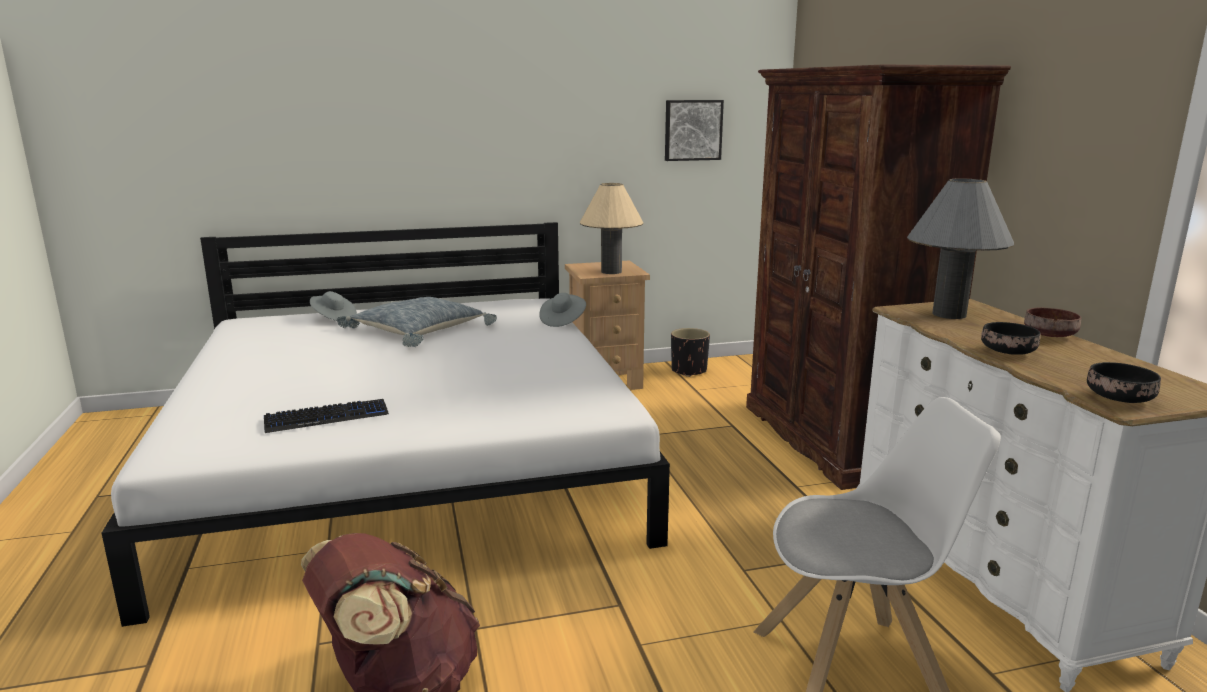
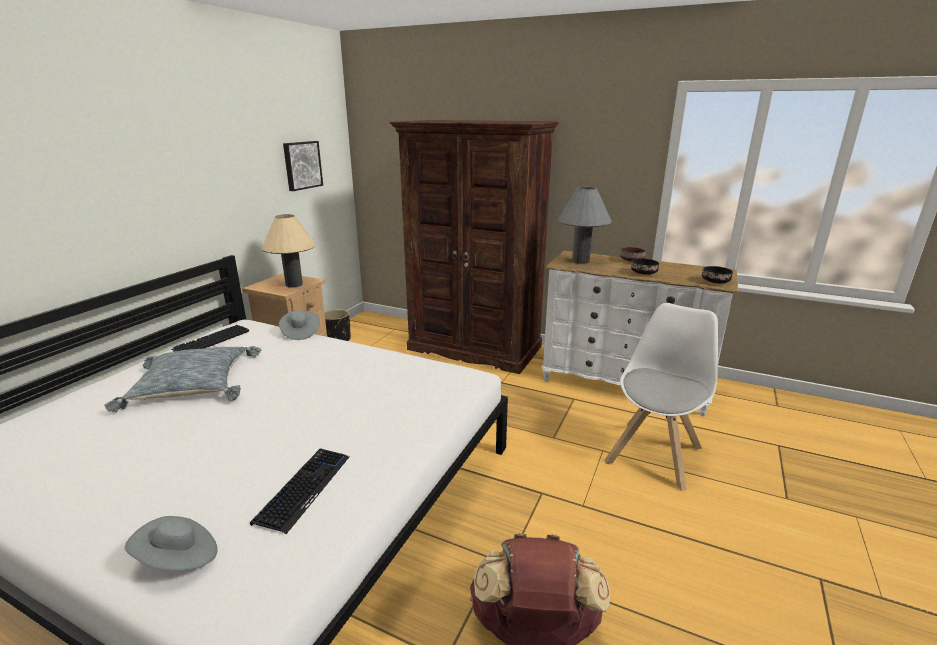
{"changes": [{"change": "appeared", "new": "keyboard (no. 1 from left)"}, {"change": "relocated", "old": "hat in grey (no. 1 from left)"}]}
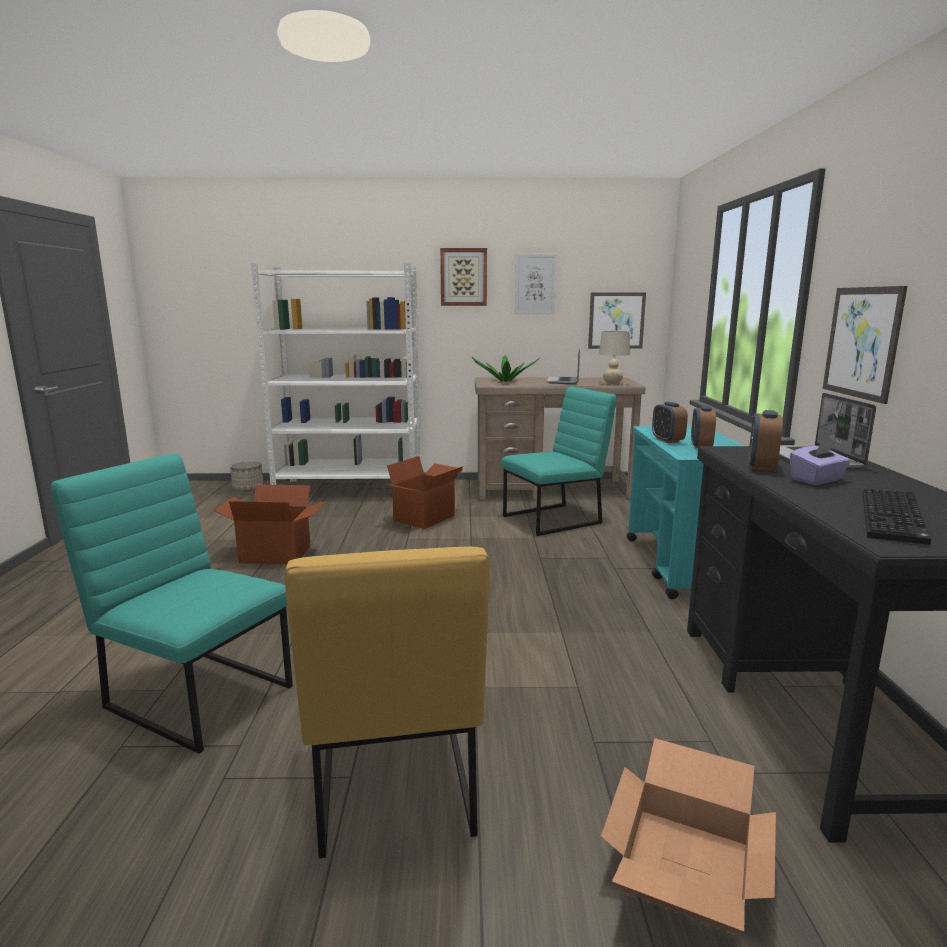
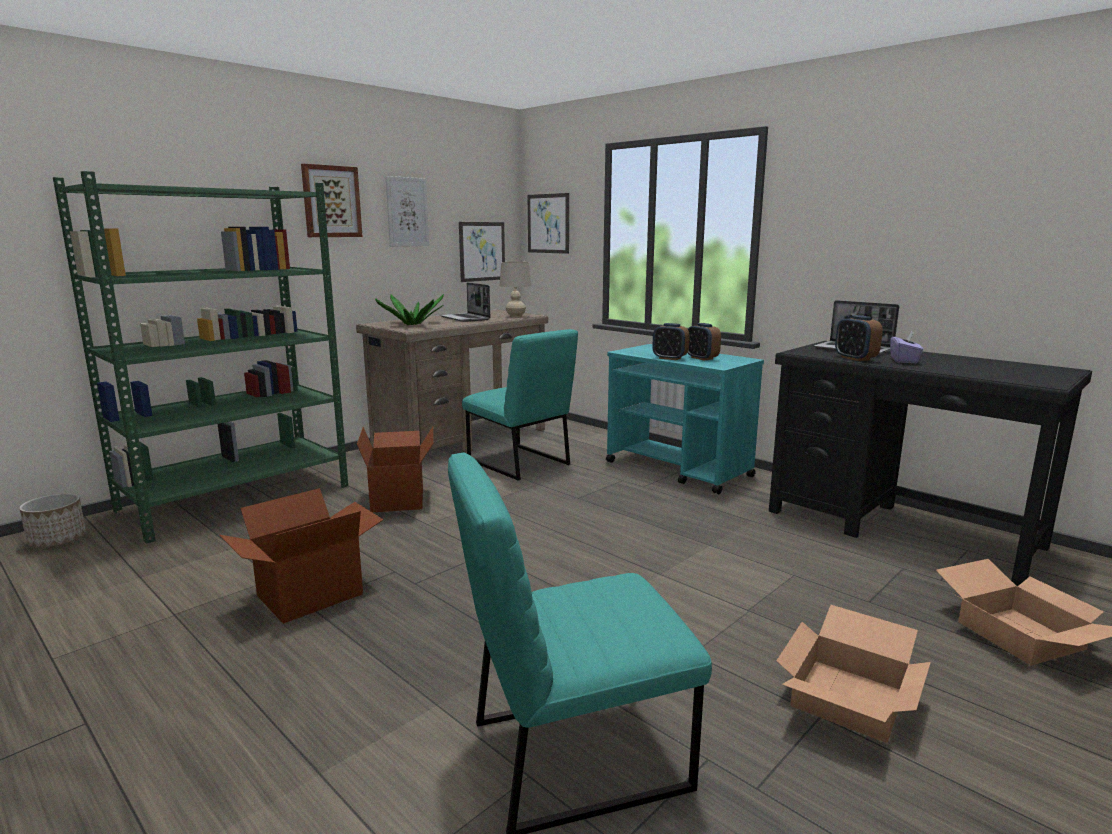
{"changes": [{"change": "missing", "old": "keyboard"}, {"change": "relocated", "old": "picture (no. 4 from left)"}, {"change": "exchanged", "old": "chair in yellow", "new": "cardboard box (no. 3 from left)"}, {"change": "colour", "old": "bookcase in white", "new": "bookcase in green"}, {"change": "spun", "old": "chair in turquoise (no. 2 from left in the first image)", "degrees": 120}]}
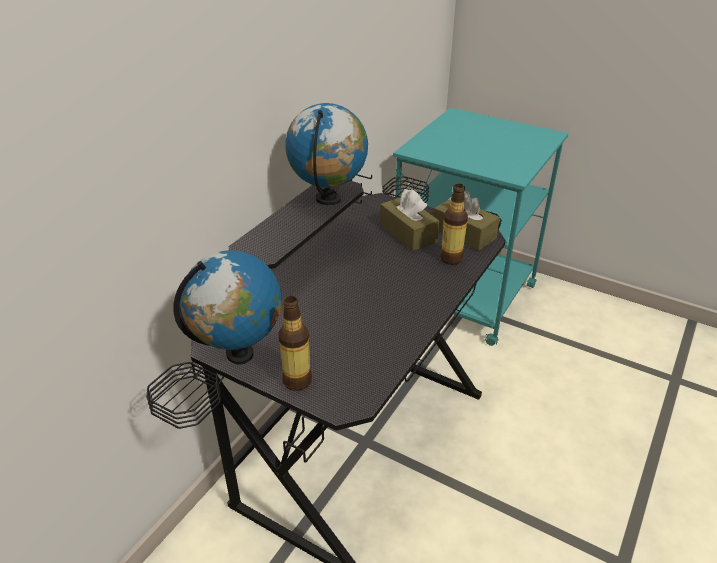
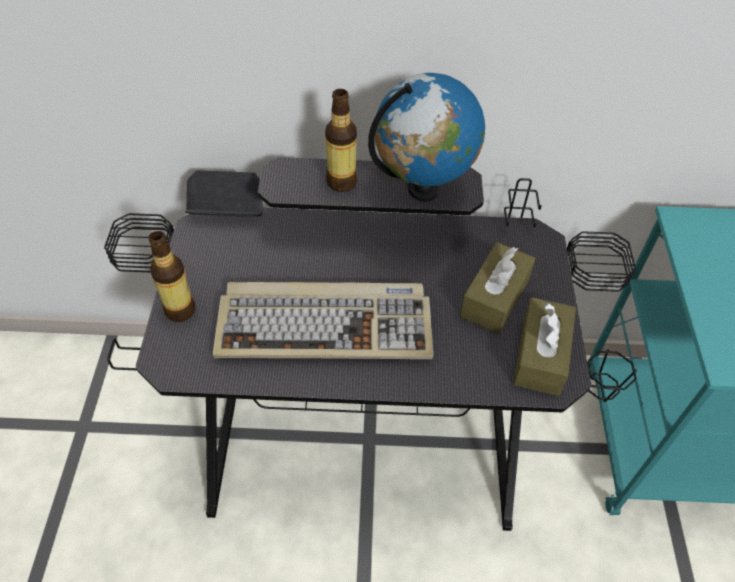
{"changes": [{"change": "missing", "old": "globe (no. 1 from left)"}, {"change": "appeared", "new": "keyboard"}, {"change": "relocated", "old": "bottle (no. 2 from left)"}]}
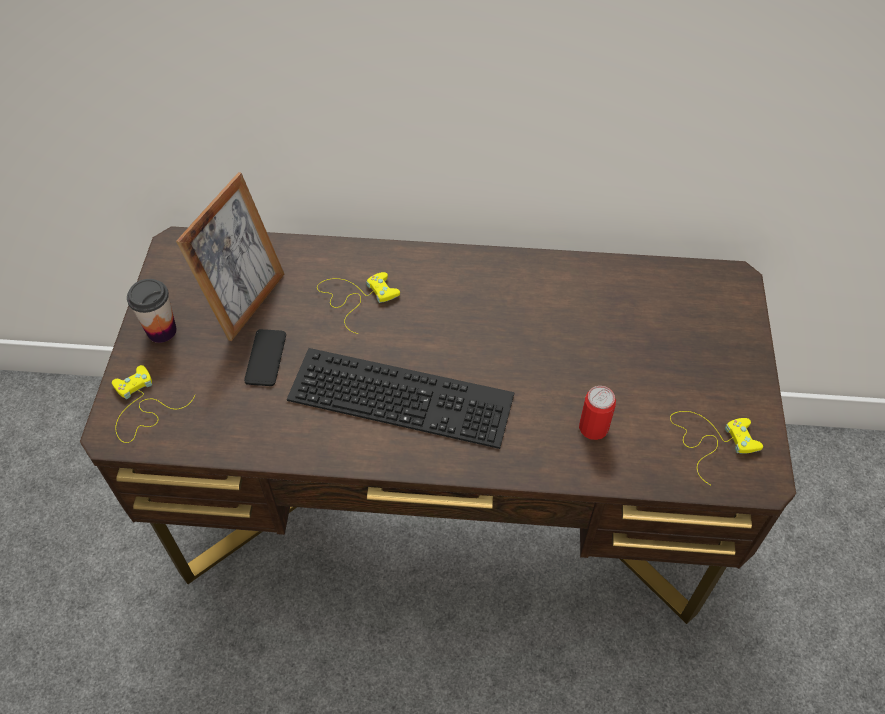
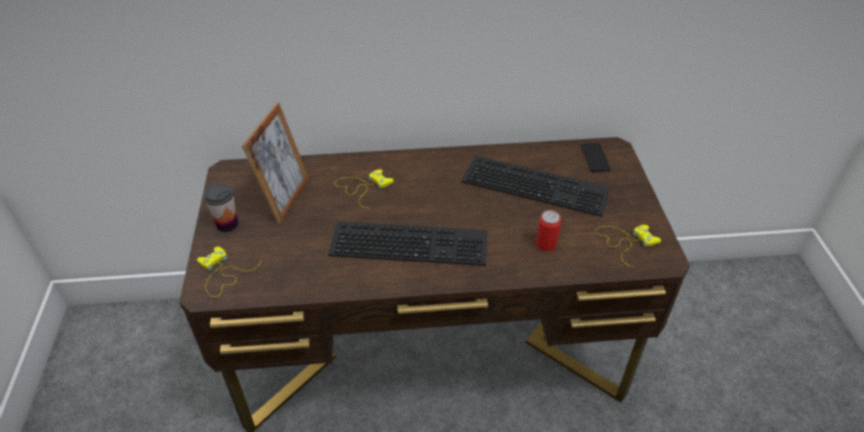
{"changes": [{"change": "appeared", "new": "keyboard (no. 2 from left)"}, {"change": "relocated", "old": "phone"}]}
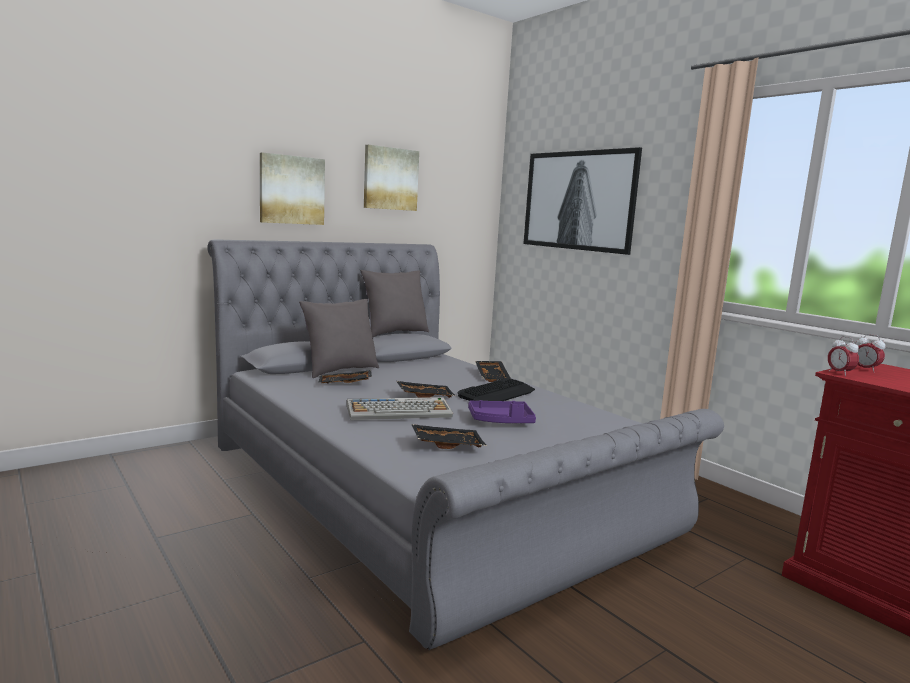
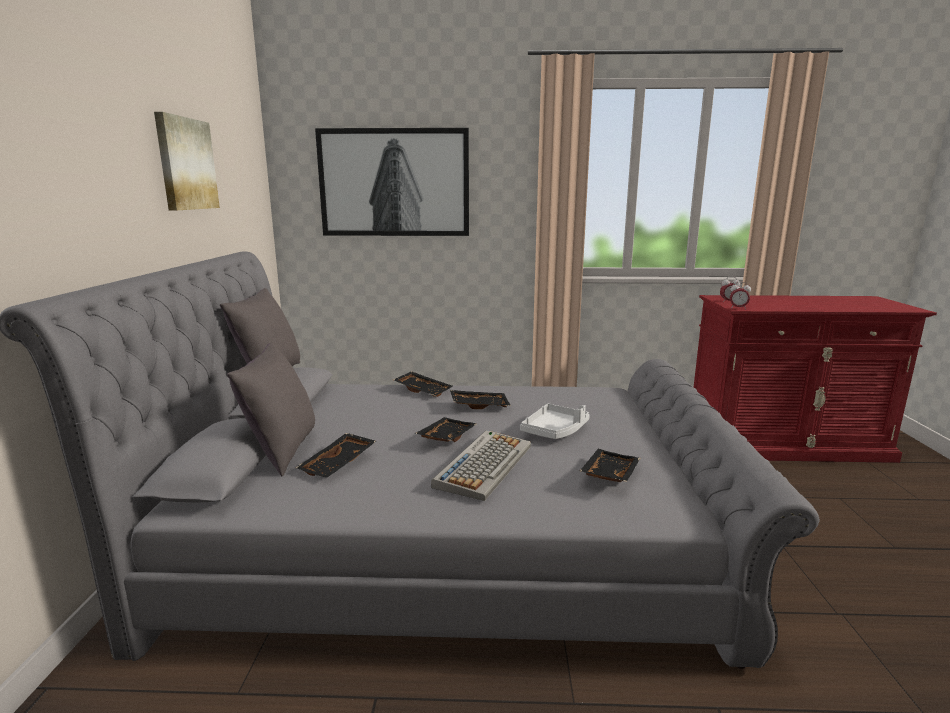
{"changes": [{"change": "missing", "old": "picture (no. 1 from left)"}, {"change": "exchanged", "old": "keyboard (no. 2 from left)", "new": "tray in black (no. 4 from left)"}, {"change": "colour", "old": "tray in purple", "new": "tray in white"}]}
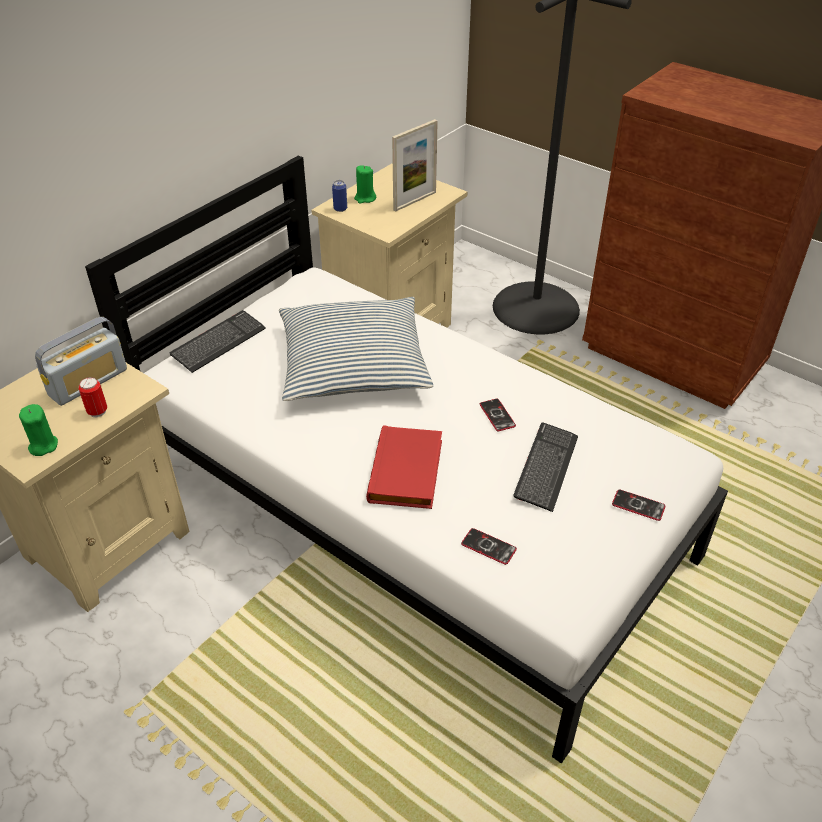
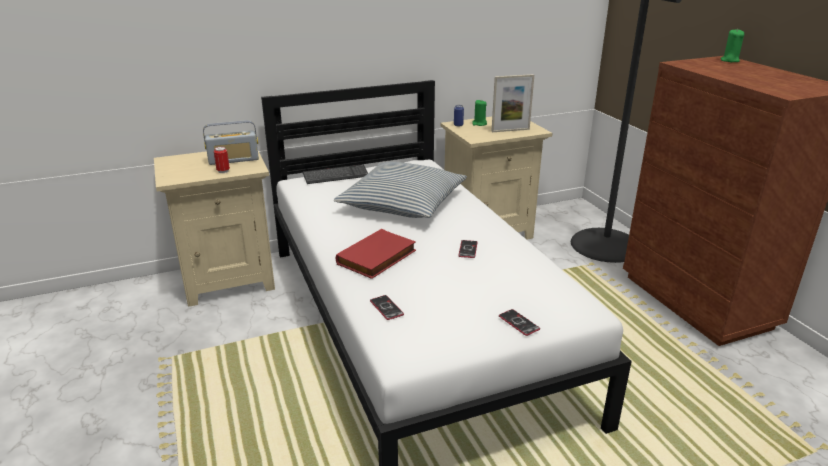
{"changes": [{"change": "missing", "old": "keyboard (no. 2 from left)"}, {"change": "relocated", "old": "candle in green (no. 1 from left in the first image)", "new": "candle in green (no. 2 from left)"}]}
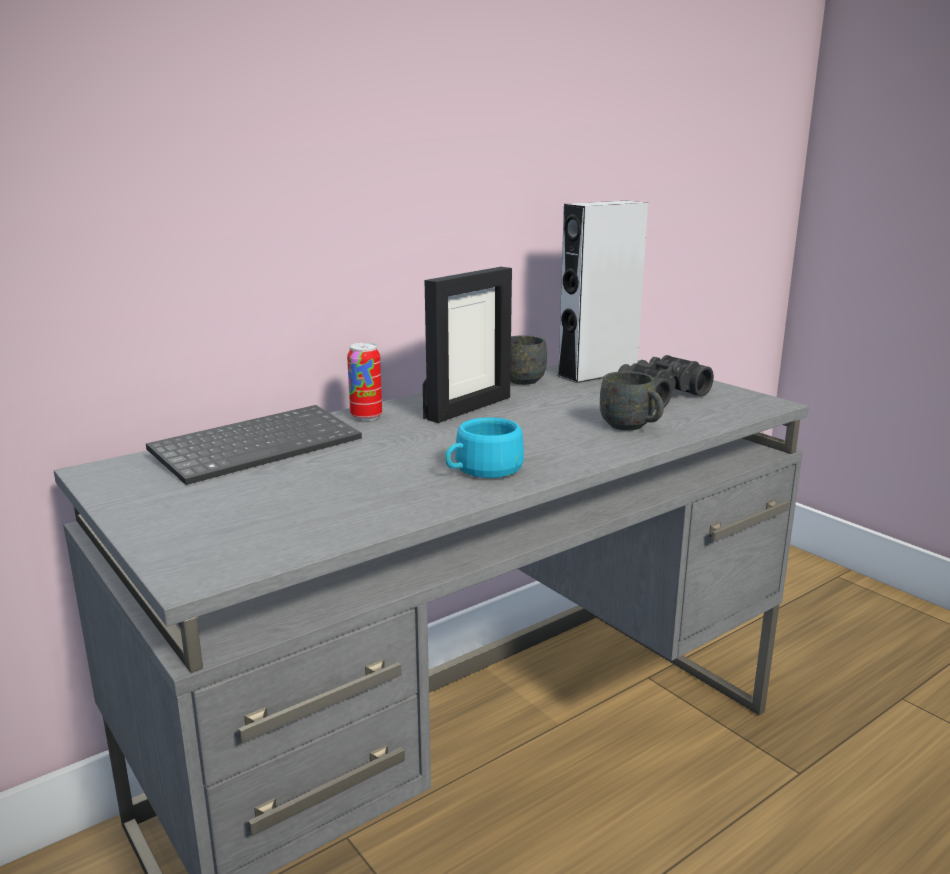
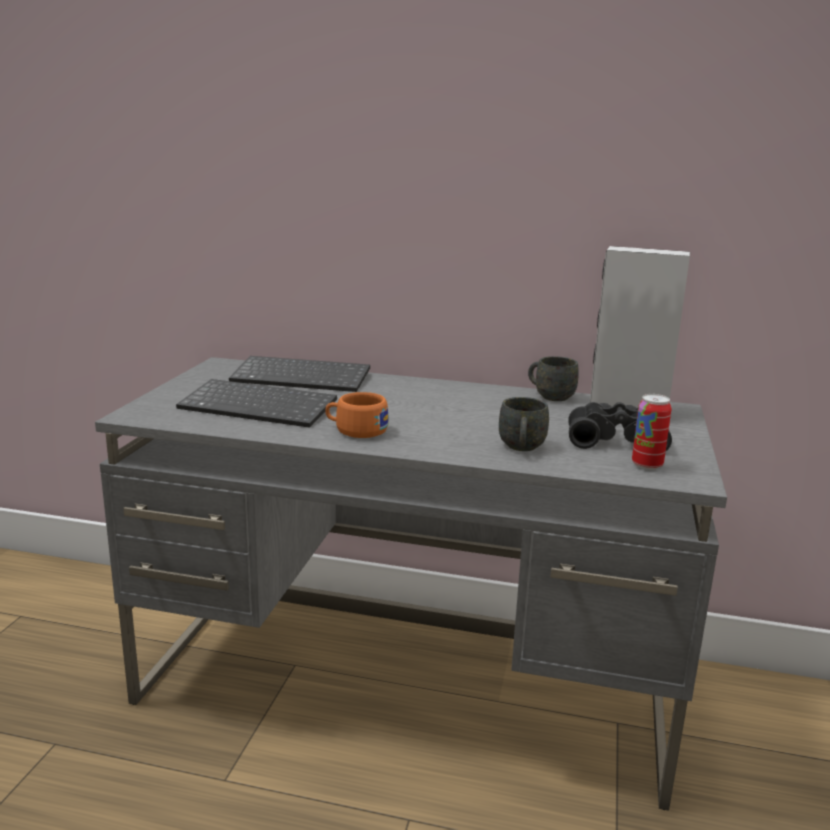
{"changes": [{"change": "missing", "old": "picture frame"}, {"change": "appeared", "new": "keyboard (no. 1 from left)"}, {"change": "relocated", "old": "can"}, {"change": "colour", "old": "cup in turquoise", "new": "cup in orange"}]}
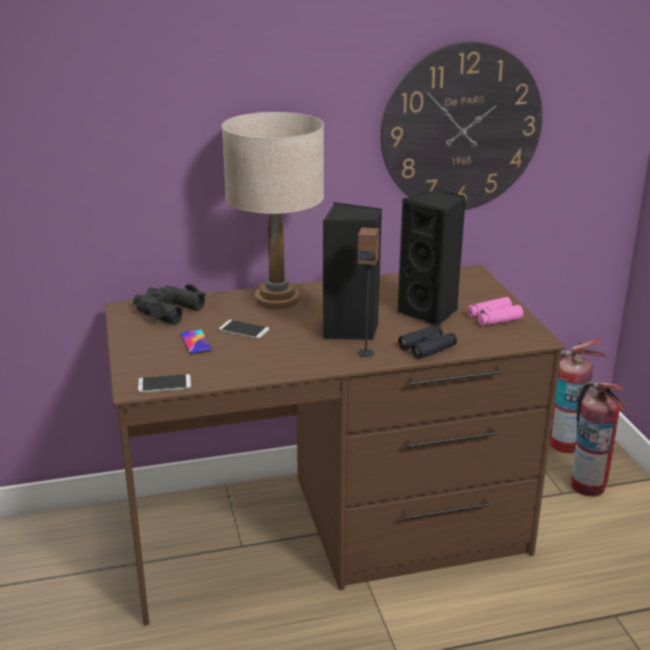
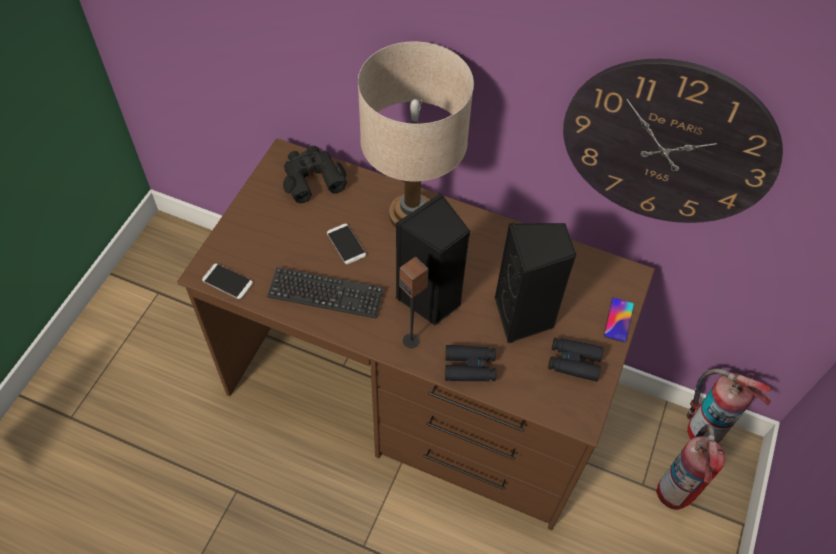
{"changes": [{"change": "appeared", "new": "keyboard"}, {"change": "relocated", "old": "phone (no. 2 from left in the first image)", "new": "phone (no. 3 from left)"}, {"change": "colour", "old": "binoculars in pink", "new": "binoculars in black (no. 3 from left)"}]}
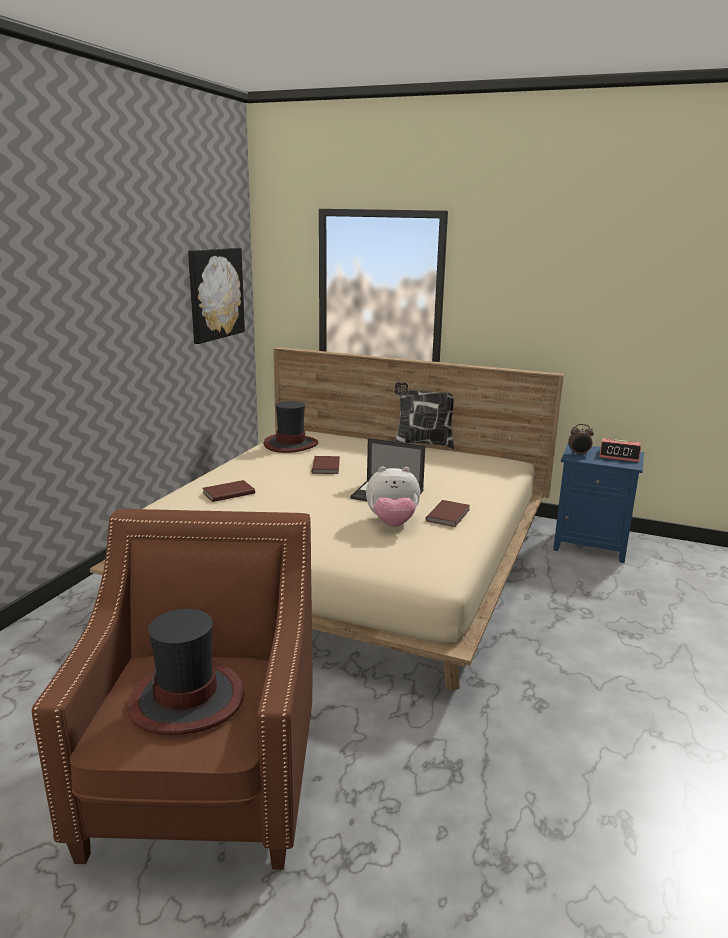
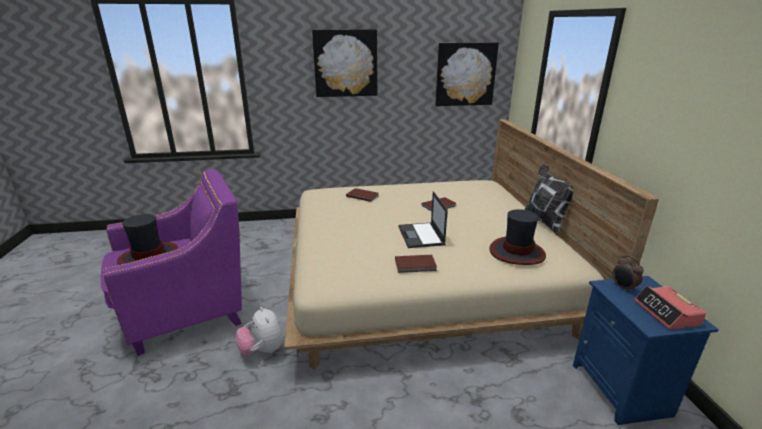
{"changes": [{"change": "appeared", "new": "picture (no. 1 from left)"}, {"change": "relocated", "old": "hat (no. 2 from left)"}, {"change": "relocated", "old": "plush toy"}, {"change": "colour", "old": "armchair in brown", "new": "armchair in purple"}]}
